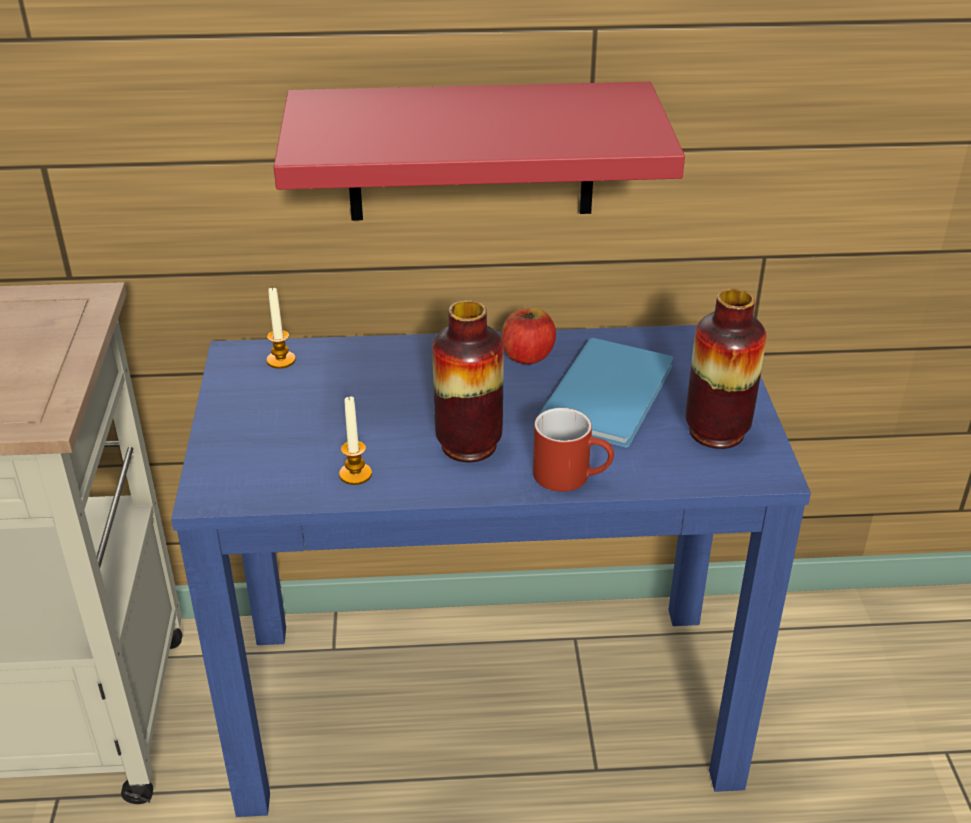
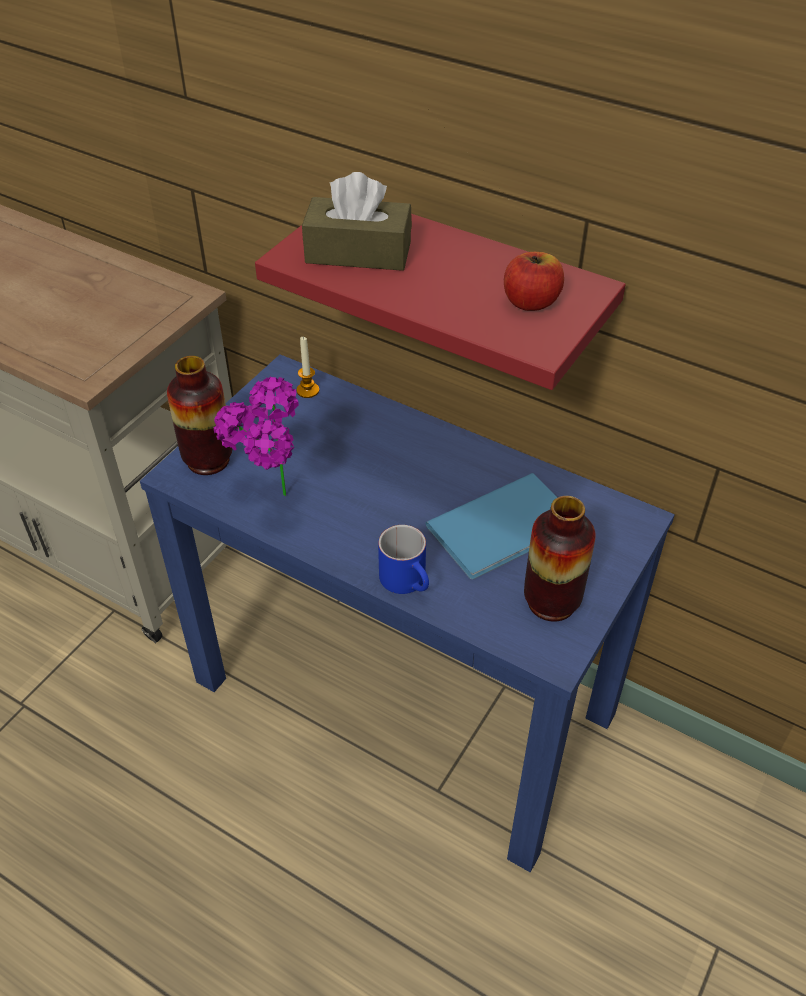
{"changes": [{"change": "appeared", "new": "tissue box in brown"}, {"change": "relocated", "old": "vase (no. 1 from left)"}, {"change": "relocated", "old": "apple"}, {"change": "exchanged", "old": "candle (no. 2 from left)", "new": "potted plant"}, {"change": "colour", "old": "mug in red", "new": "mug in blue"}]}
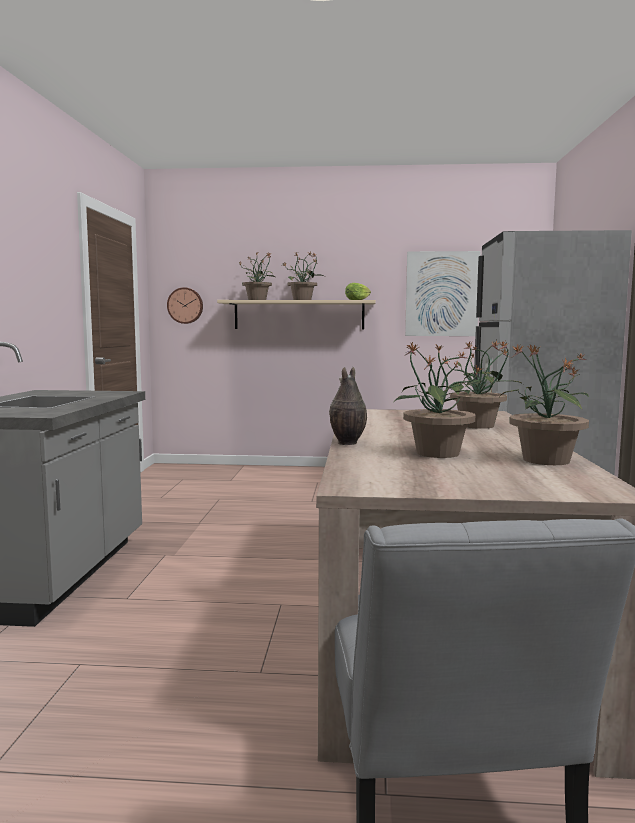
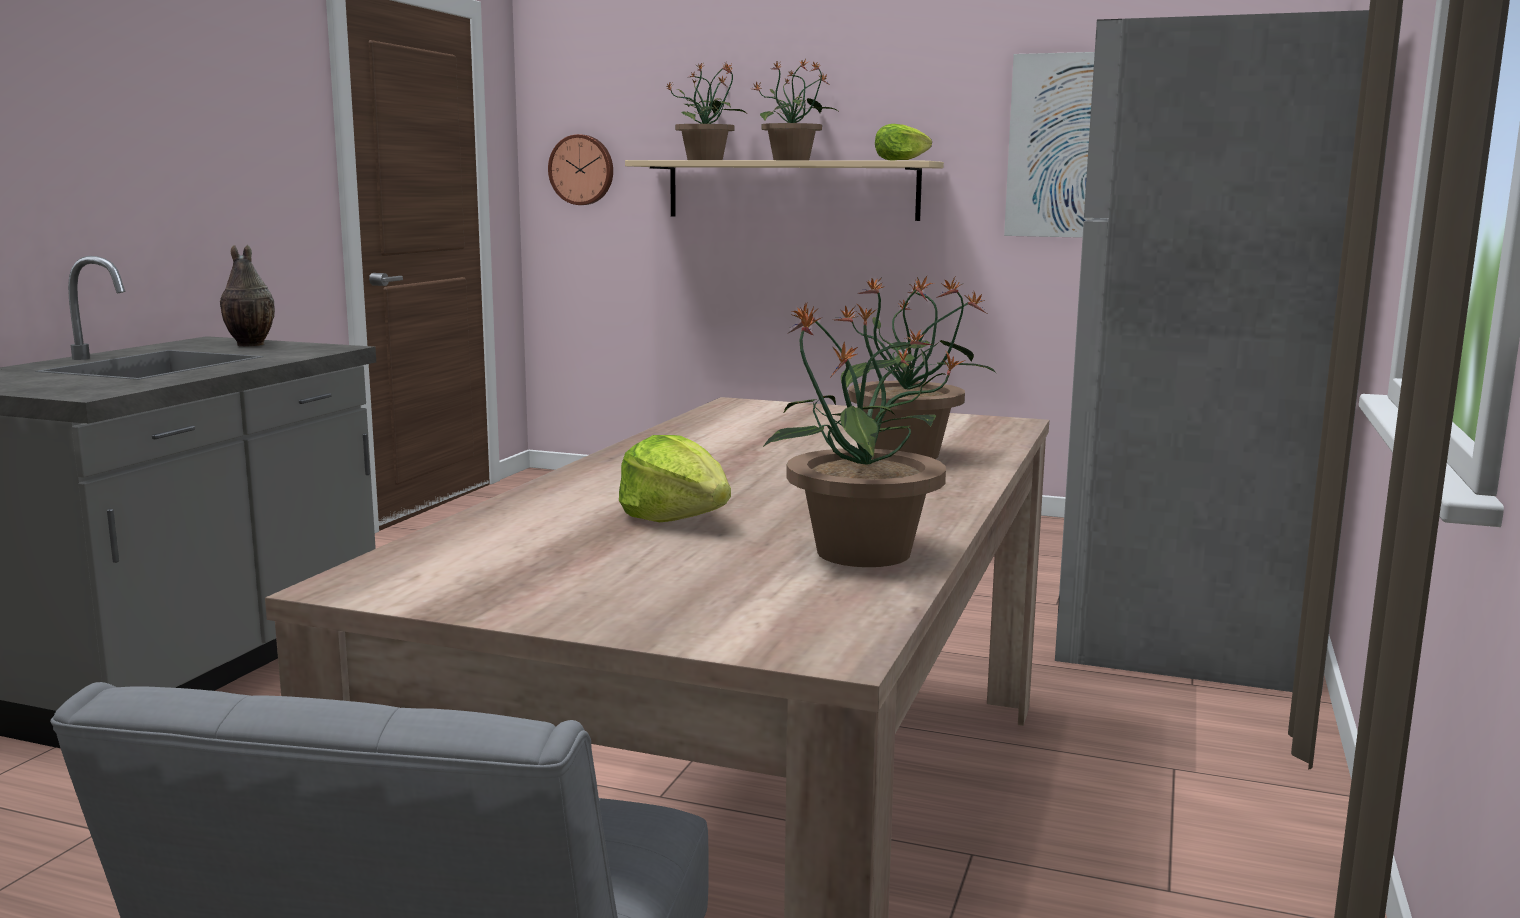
{"changes": [{"change": "relocated", "old": "vase"}, {"change": "exchanged", "old": "potted plant (no. 3 from left)", "new": "lettuce (no. 1 from left)"}]}
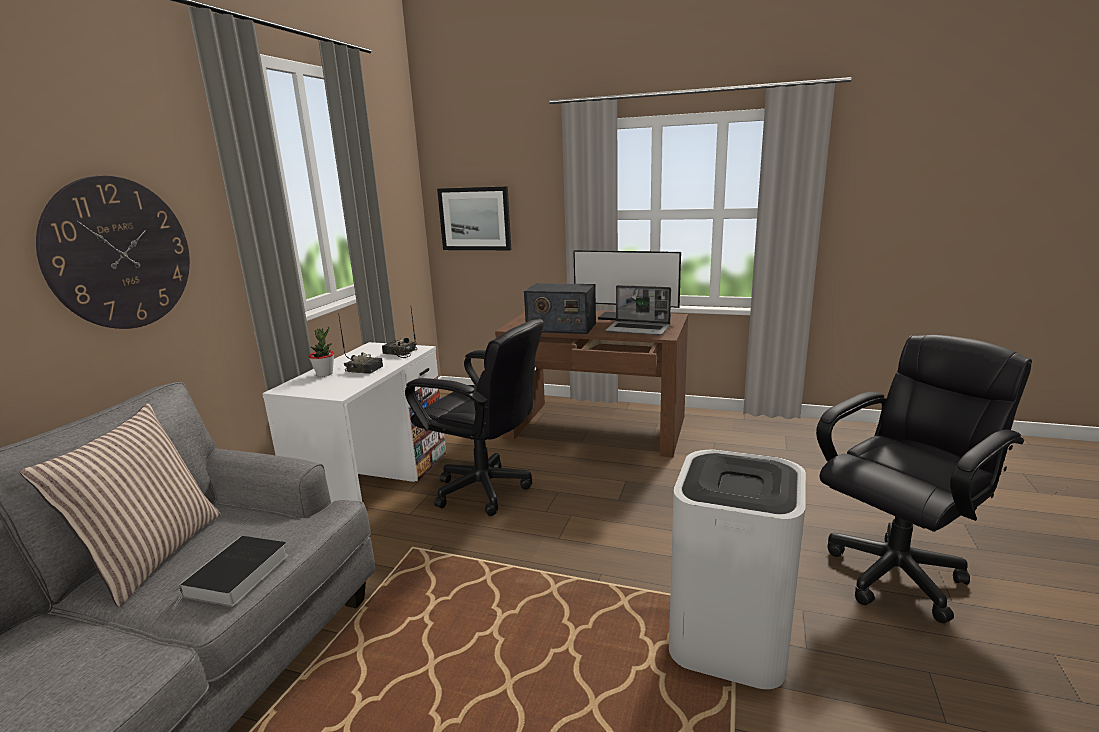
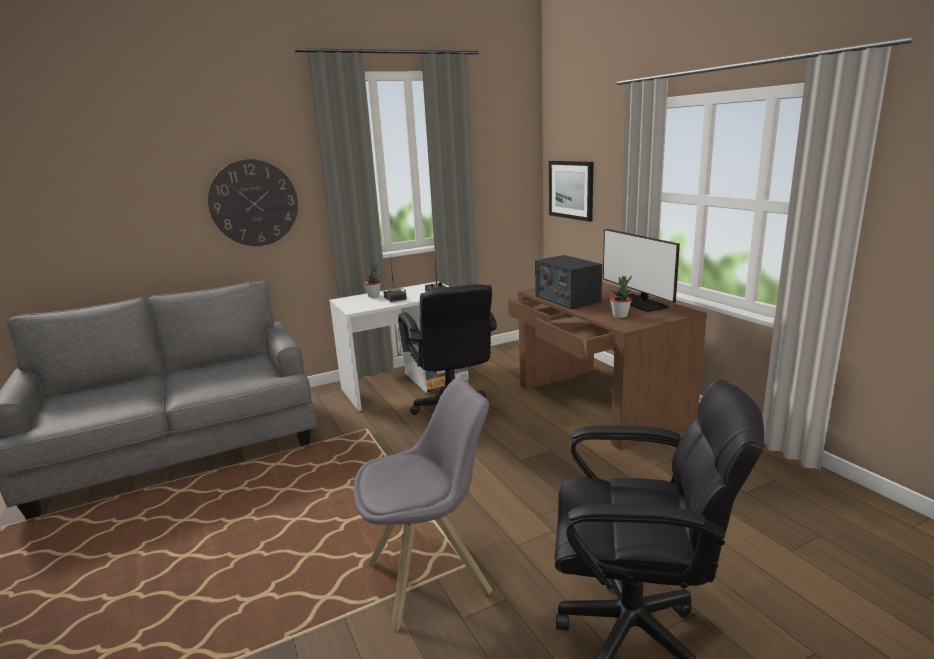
{"changes": [{"change": "missing", "old": "pillow"}, {"change": "missing", "old": "book"}, {"change": "exchanged", "old": "laptop", "new": "potted plant (no. 2 from left)"}, {"change": "exchanged", "old": "trash can in white", "new": "chair in grey"}]}
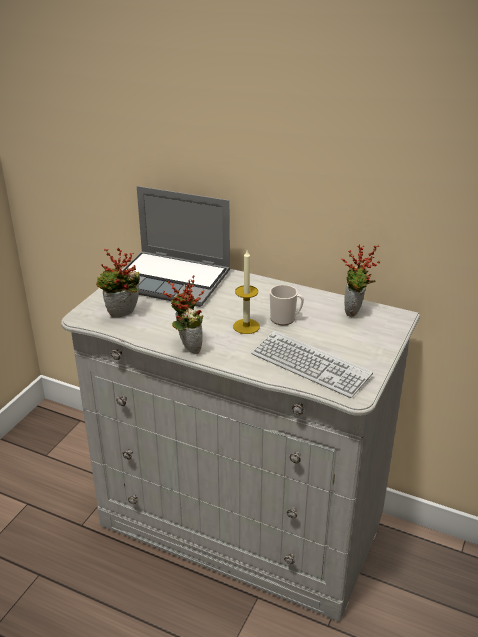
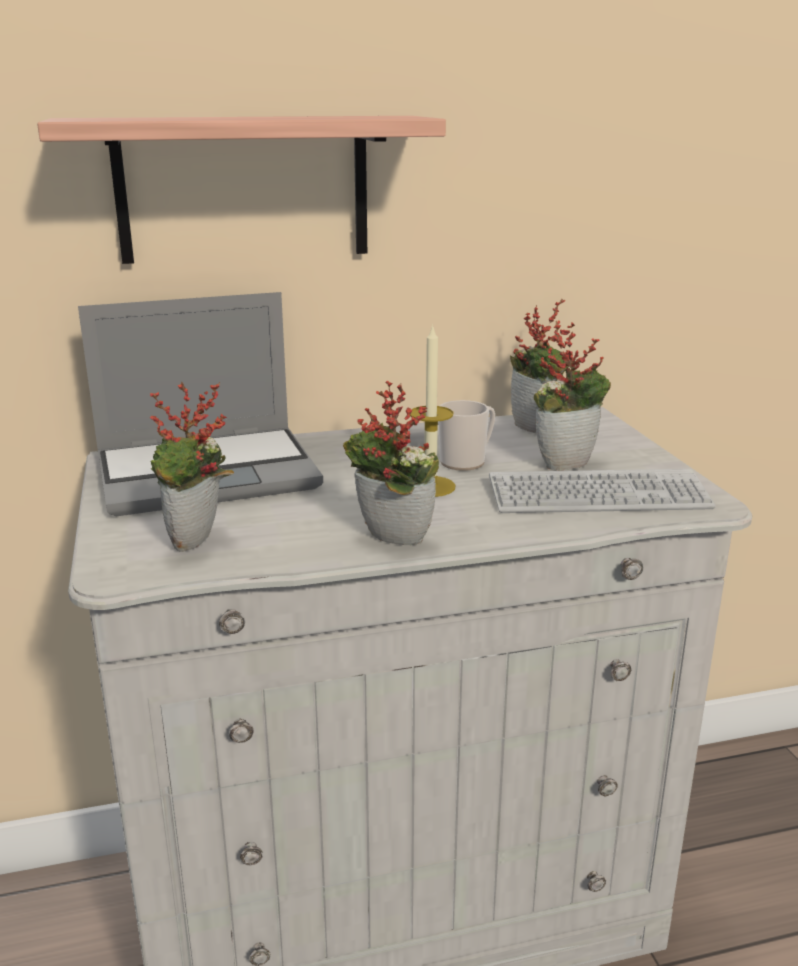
{"changes": [{"change": "appeared", "new": "shelf"}, {"change": "appeared", "new": "potted plant (no. 4 from left)"}]}
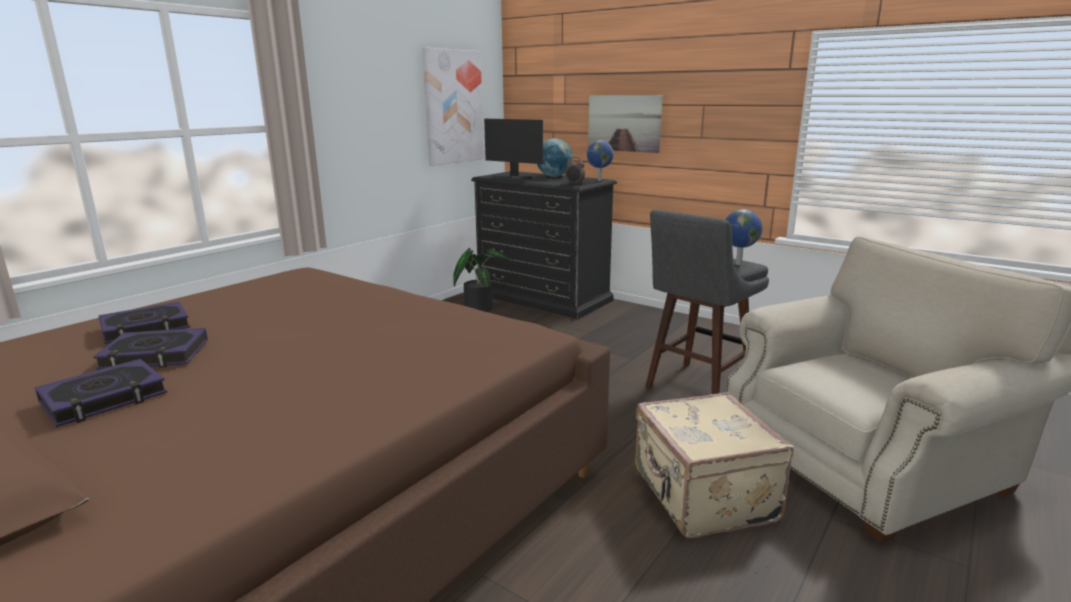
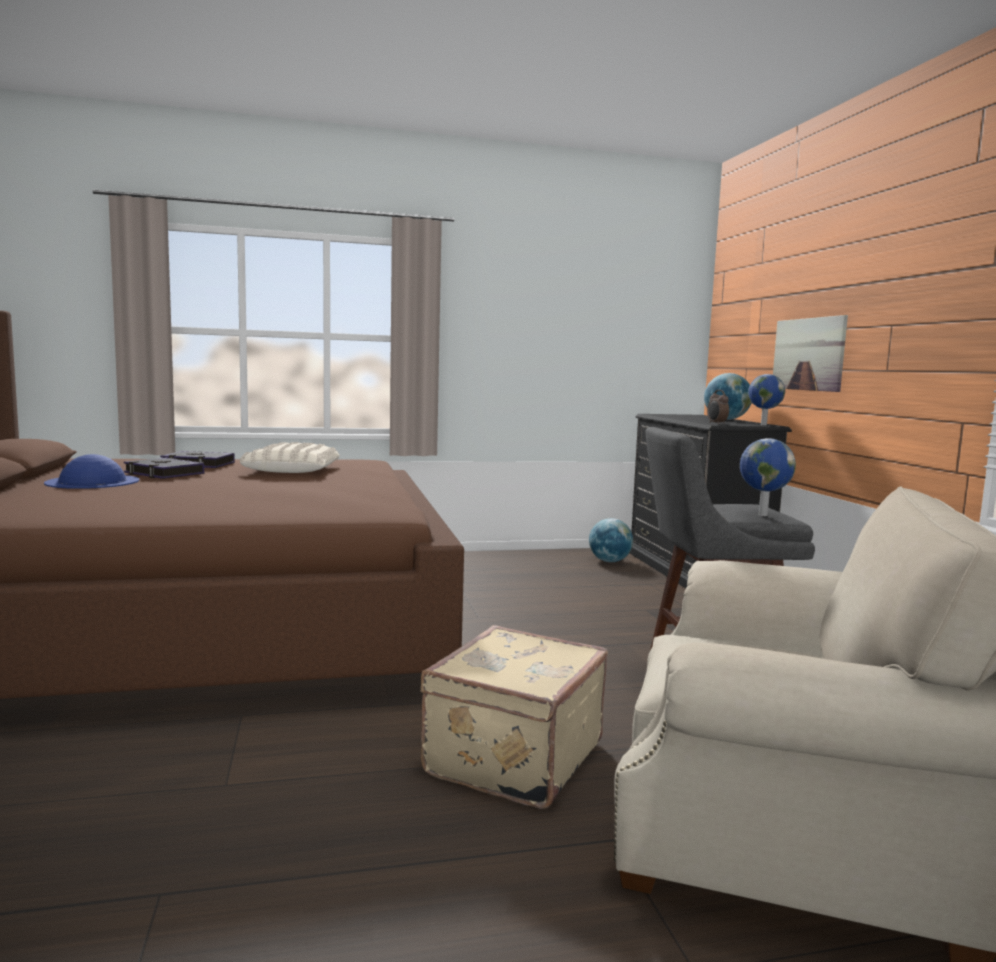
{"changes": [{"change": "missing", "old": "picture (no. 1 from left)"}, {"change": "missing", "old": "monitor"}, {"change": "appeared", "new": "pillow in beige"}, {"change": "exchanged", "old": "book (no. 1 from left)", "new": "hat in blue"}, {"change": "exchanged", "old": "potted plant", "new": "globe (no. 1 from left)"}]}
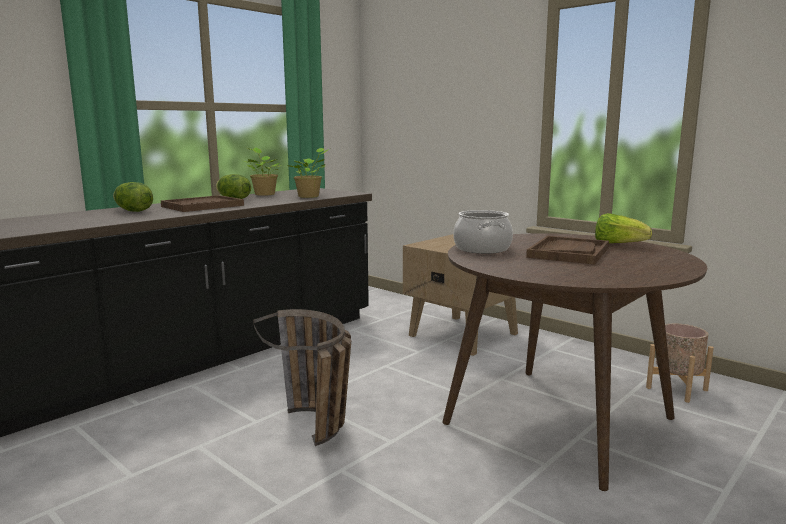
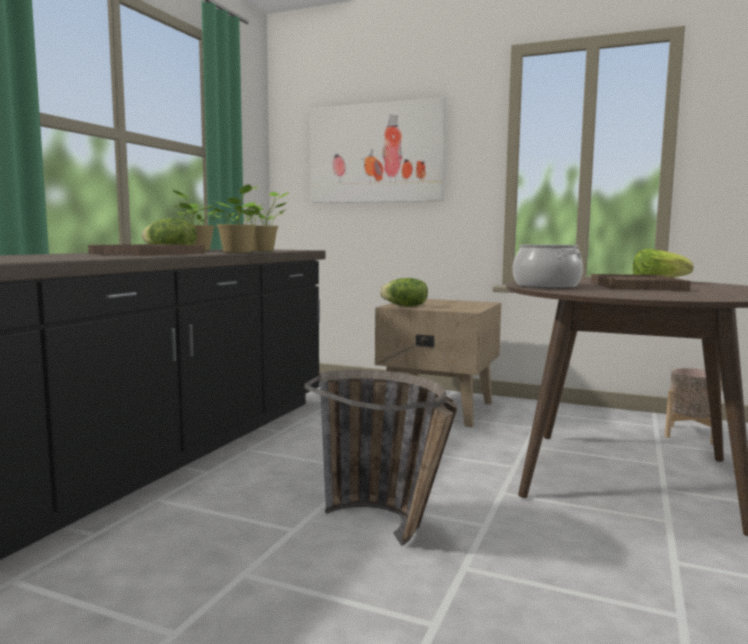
{"changes": [{"change": "appeared", "new": "potted plant (no. 2 from left)"}, {"change": "appeared", "new": "picture"}, {"change": "relocated", "old": "lettuce (no. 1 from left in the first image)", "new": "lettuce (no. 2 from left)"}]}
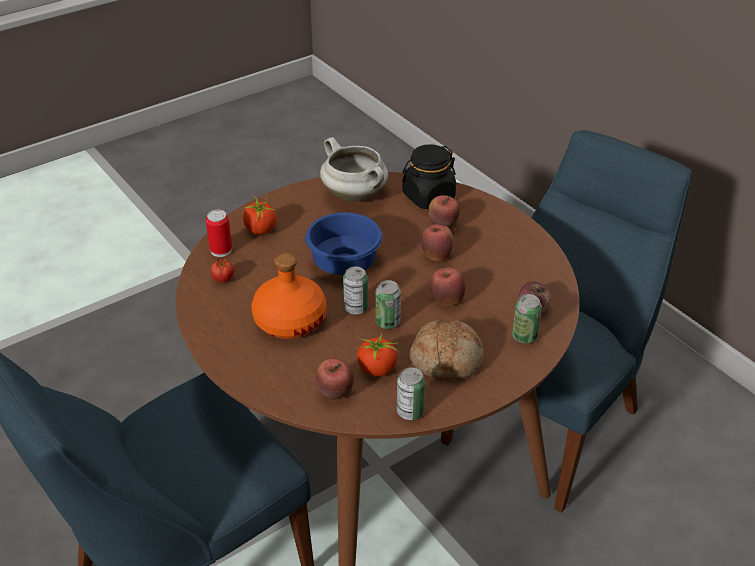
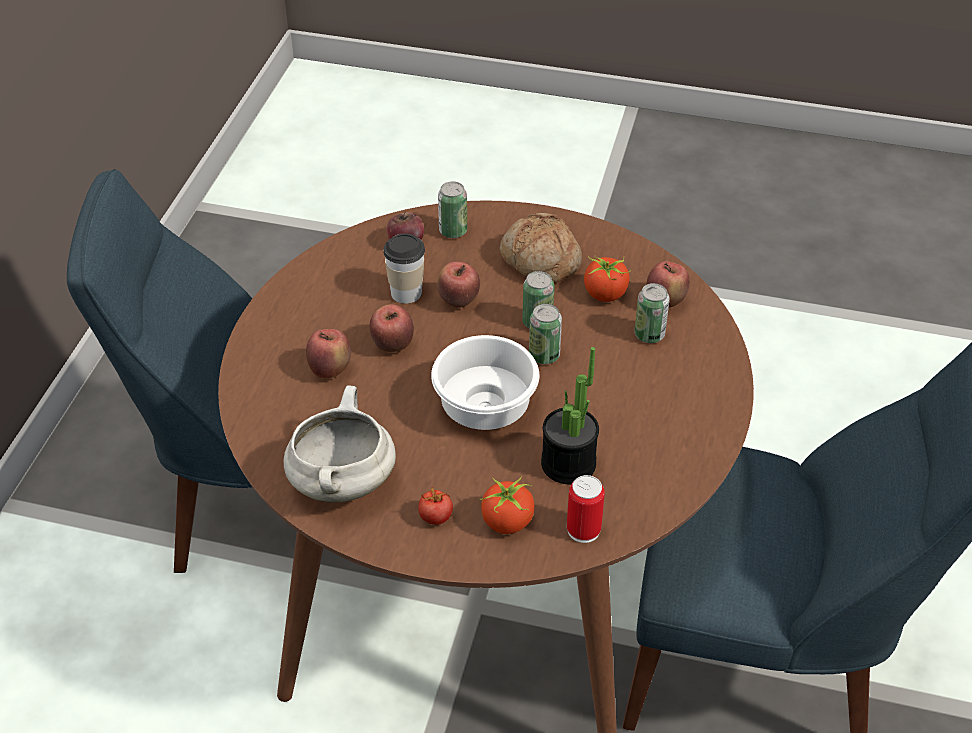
{"changes": [{"change": "missing", "old": "bottle in orange"}, {"change": "missing", "old": "jar in black"}, {"change": "appeared", "new": "cup"}, {"change": "appeared", "new": "potted plant"}, {"change": "relocated", "old": "tomato (no. 1 from left)"}, {"change": "relocated", "old": "can (no. 4 from left in the first image)", "new": "can (no. 5 from left)"}, {"change": "colour", "old": "bowl in blue", "new": "bowl in white"}]}
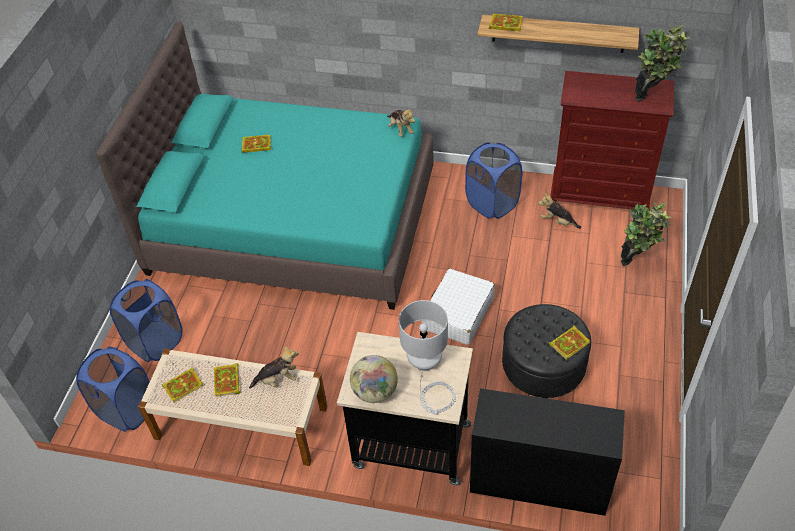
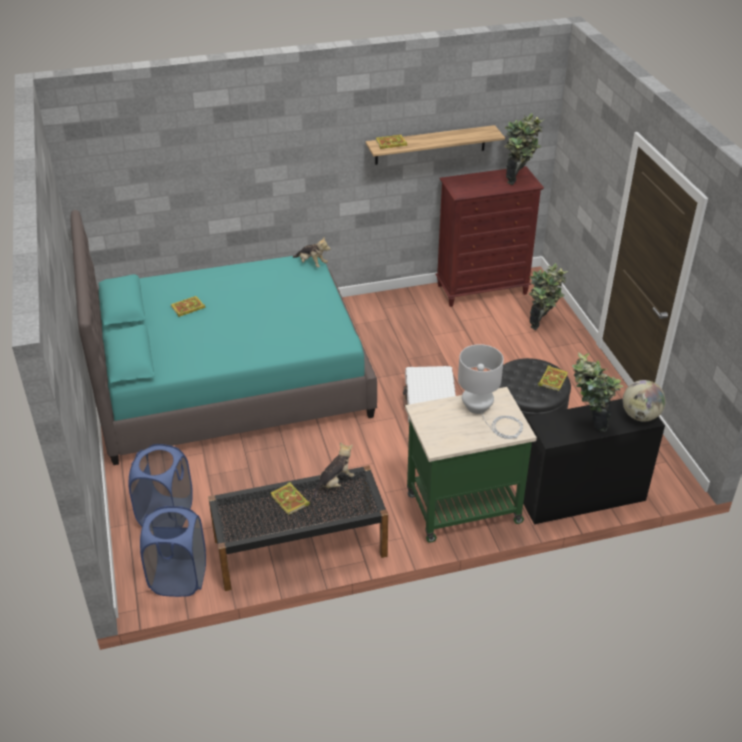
{"changes": [{"change": "missing", "old": "book (no. 1 from left)"}, {"change": "missing", "old": "laundry basket in blue (no. 3 from left)"}, {"change": "missing", "old": "plush toy (no. 3 from left)"}, {"change": "appeared", "new": "potted plant (no. 3 from left)"}, {"change": "relocated", "old": "globe"}, {"change": "colour", "old": "bench in beige", "new": "bench in black"}, {"change": "colour", "old": "cart in black", "new": "cart in green"}]}
